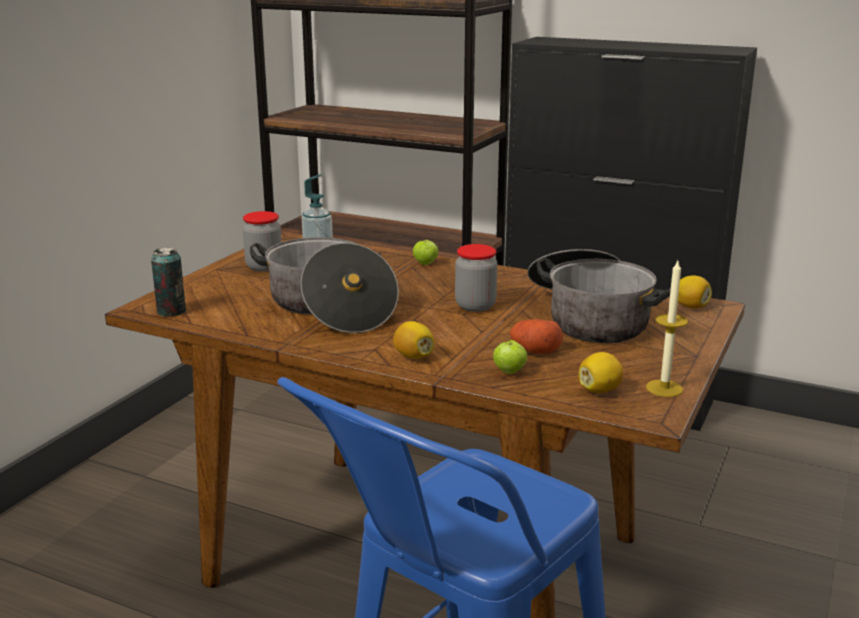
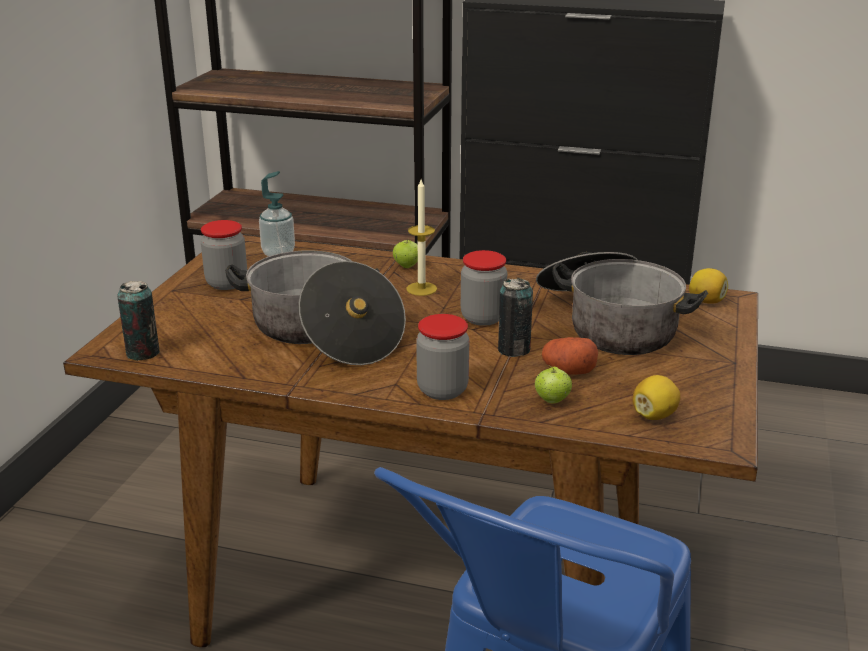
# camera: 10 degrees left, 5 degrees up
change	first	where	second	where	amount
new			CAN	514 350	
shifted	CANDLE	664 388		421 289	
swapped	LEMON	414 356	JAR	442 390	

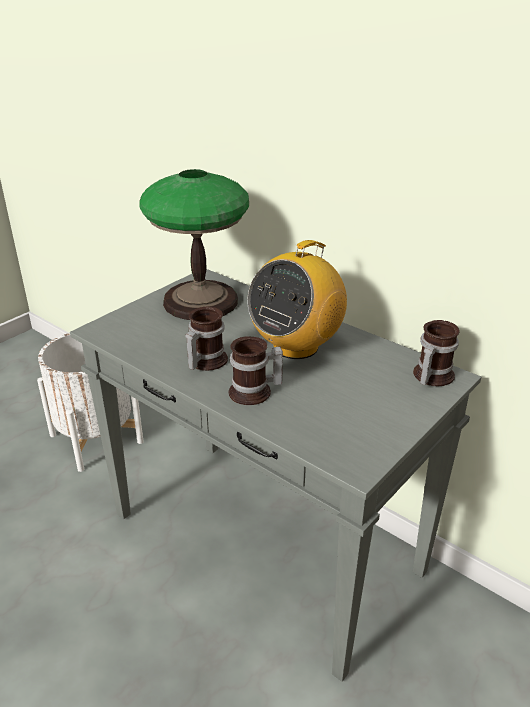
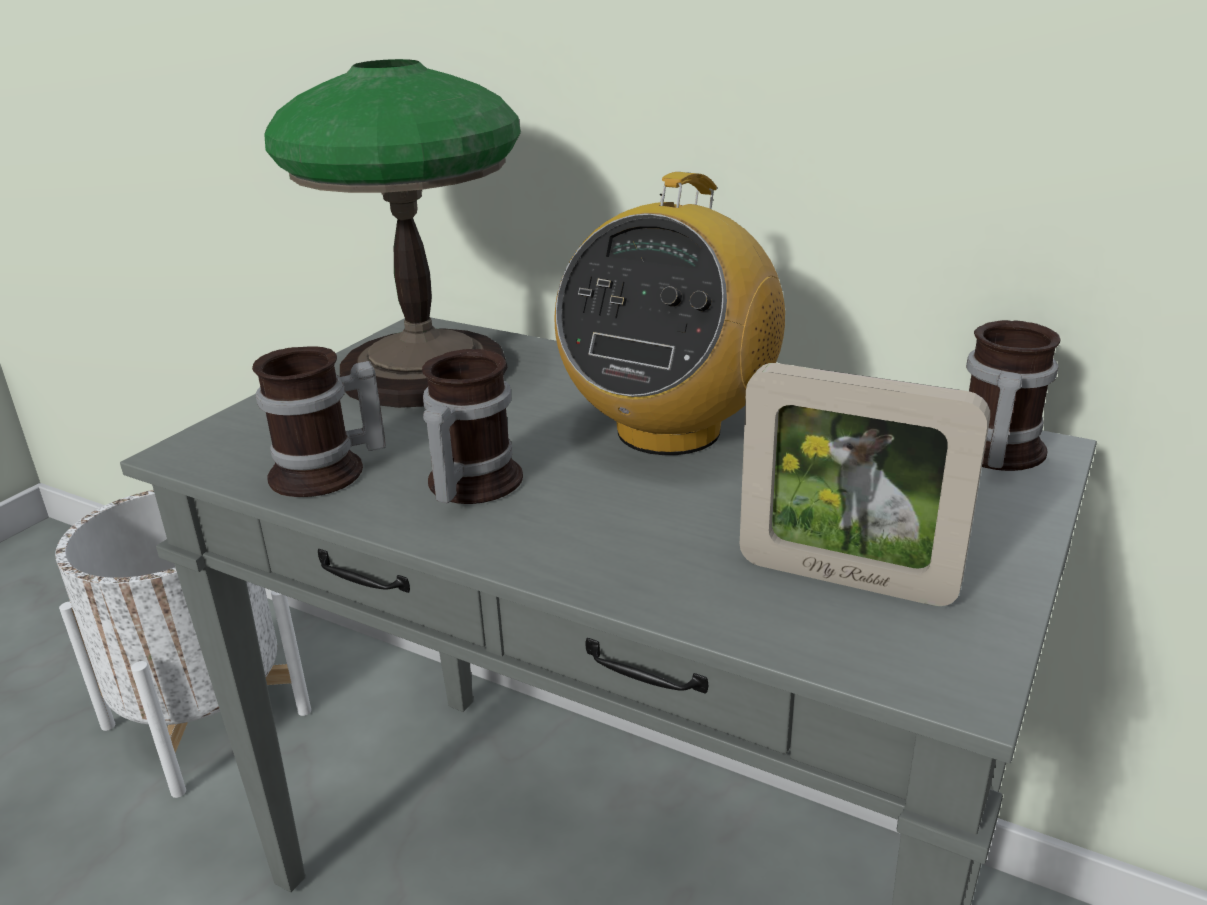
# camera: 10 degrees left, 5 degrees down
change	first	where	second	where	amount
new			PICTURE FRAME	845 578	
shifted	MUG	254 393		327 474	

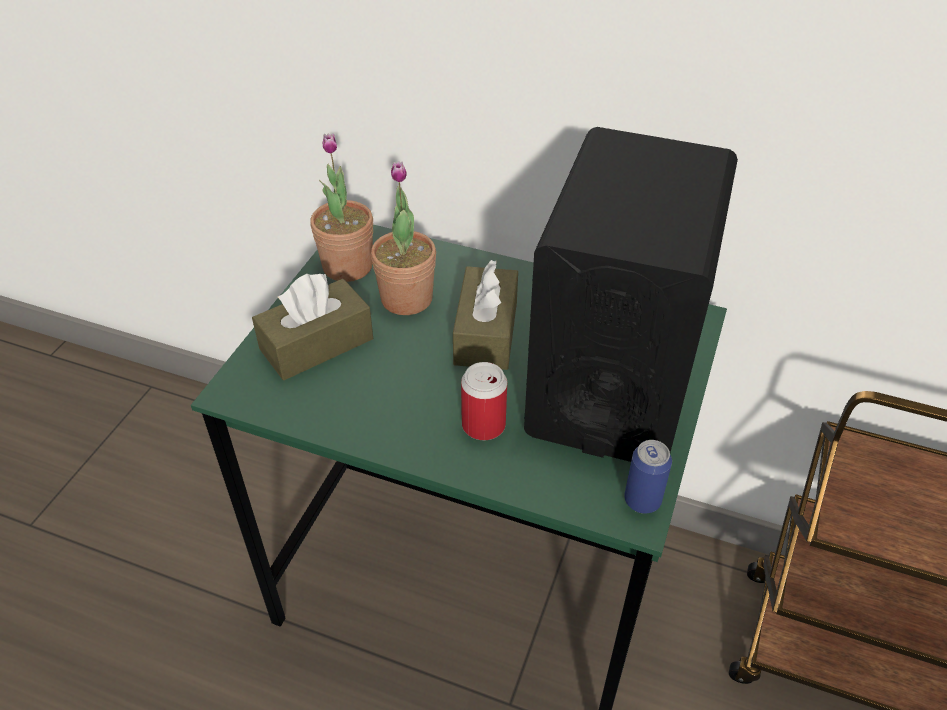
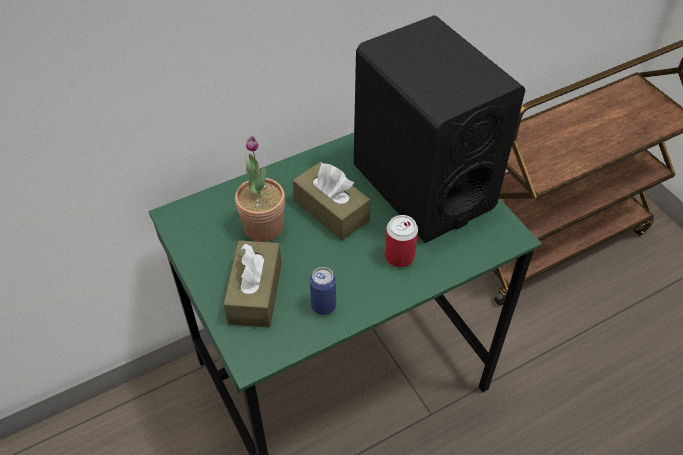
# camera: 50 degrees left, 5 degrees up
change	first	where	second	where	amount
gone	POTTED PLANT	347 266			
shifted	CAN	642 500		323 306	

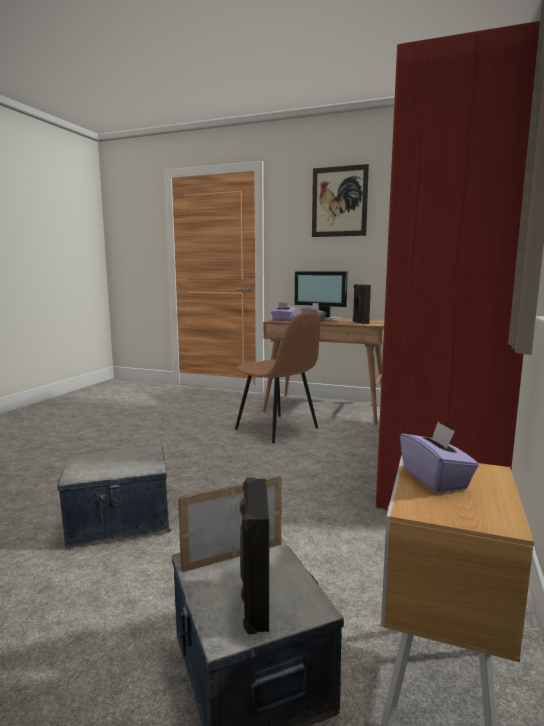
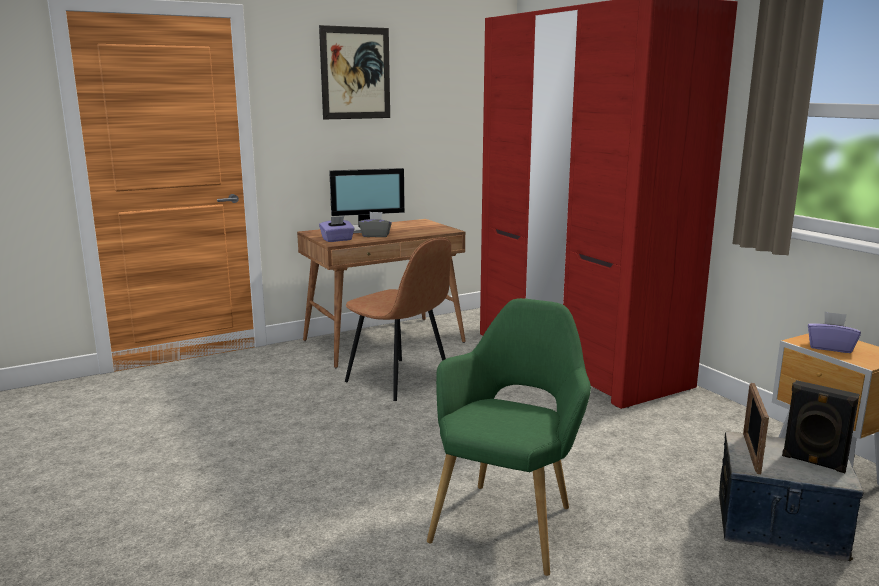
# camera: 50 degrees left, 5 degrees up
change	first	where	second	where	amount
gone	BLACK SPEAKER	360 322			
swapped	STORAGE BOX	119 522	GREEN ARMCHAIR	509 520	
rotated	BROWN CHAIR	278 429		399 380	45 degrees clockwise

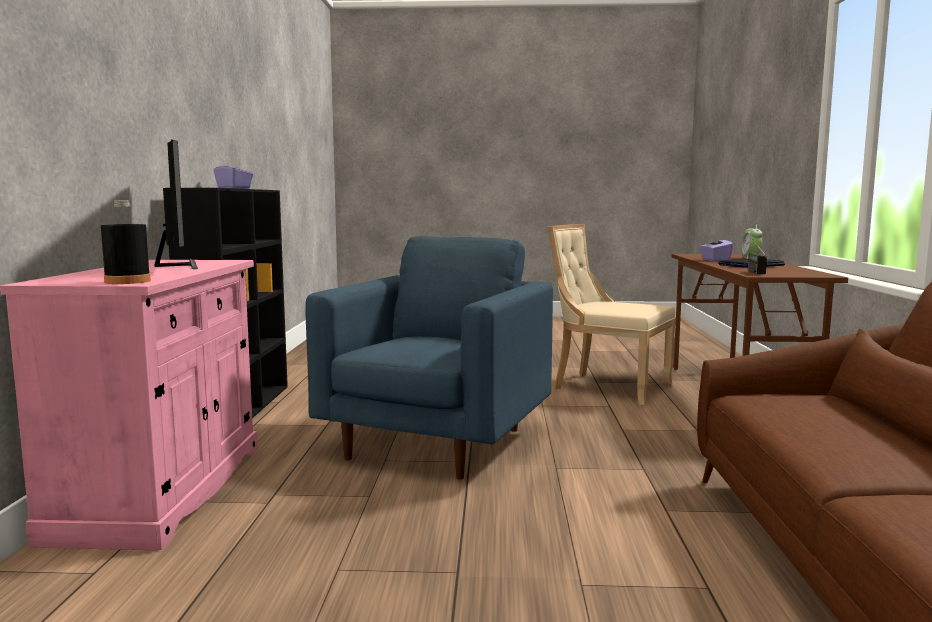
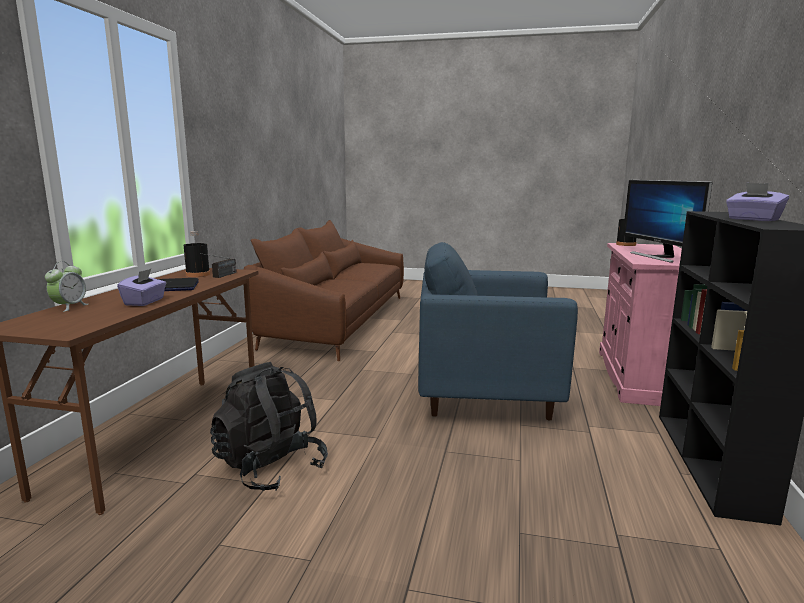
# camera: 170 degrees left, 5 degrees up
change	first	where	second	where	amount
new			BLACK BOTTLE	198 275	
swapped	BEIGE CHAIR	607 387	BLACK BACKPACK	270 468	
rotated	BLUE ARMCHAIR	436 443		486 397	60 degrees clockwise

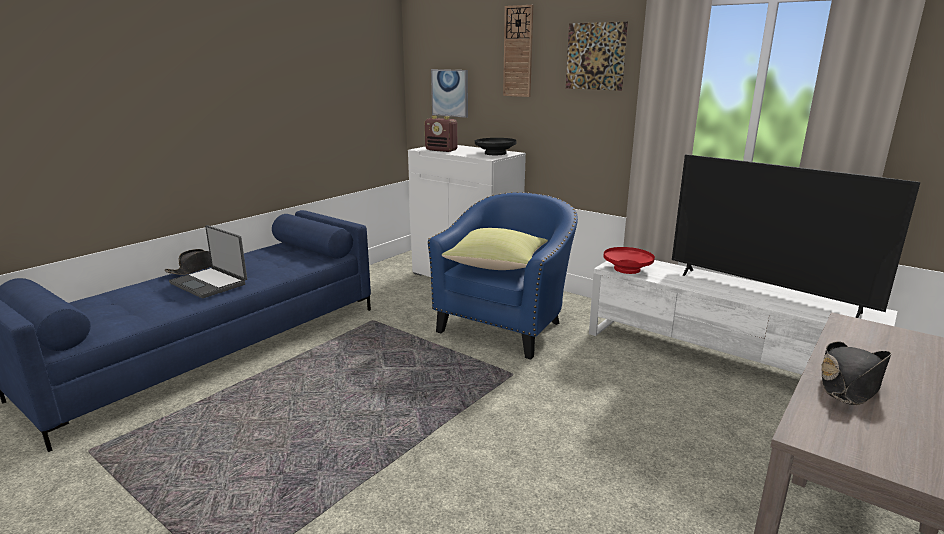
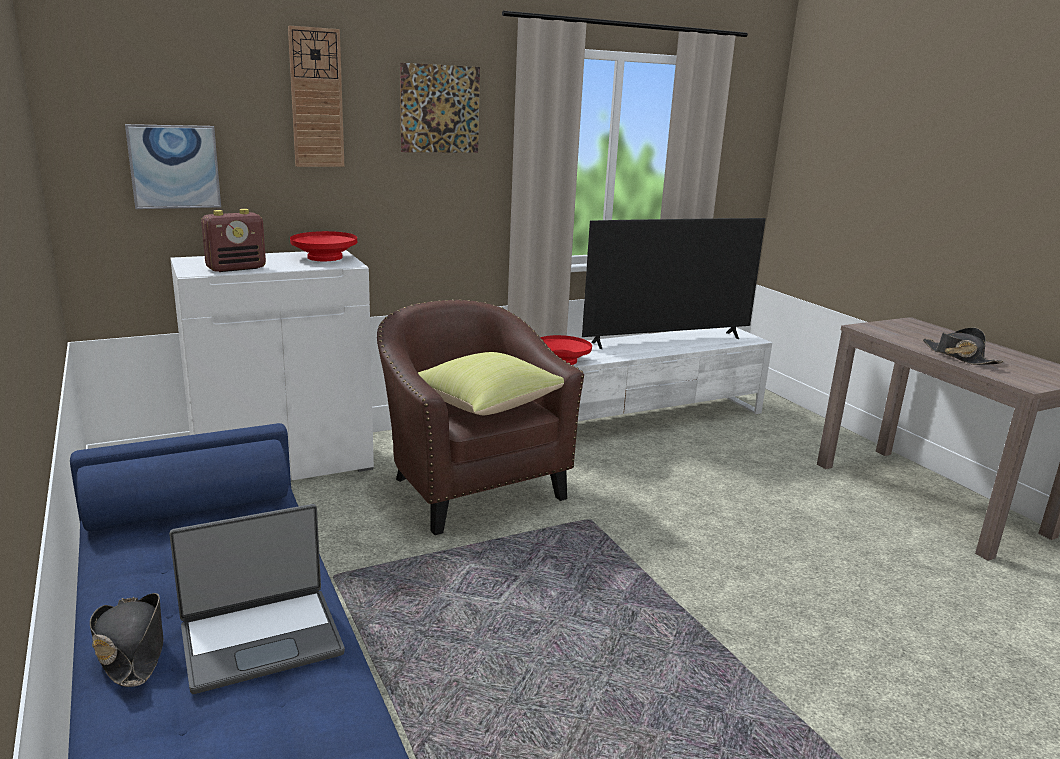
# camera: 65 degrees left, 0 degrees up
change	first	where	second	where	amount
repainted	BLUE ARMCHAIR	506 326	BROWN ARMCHAIR	469 486	
repainted	BLACK BOWL	495 153	RED BOWL	324 258	

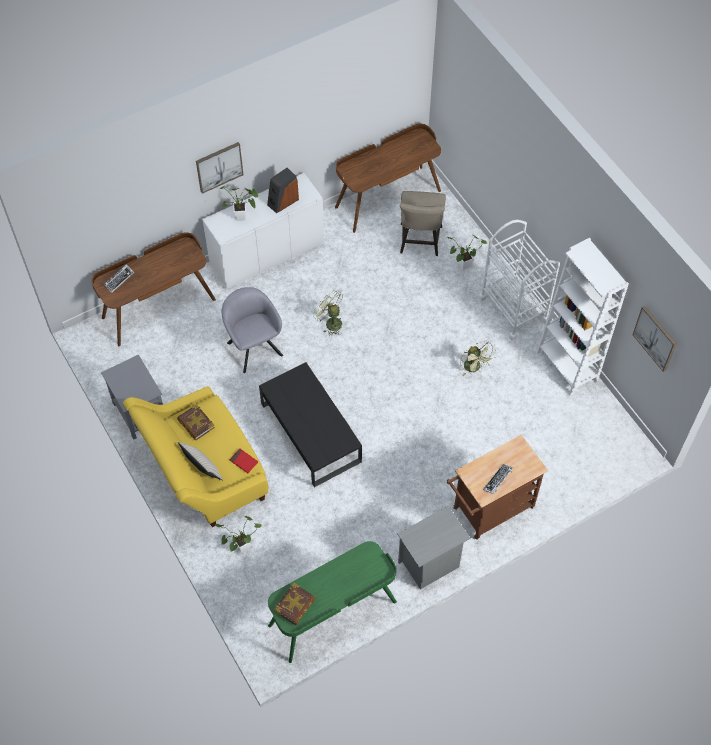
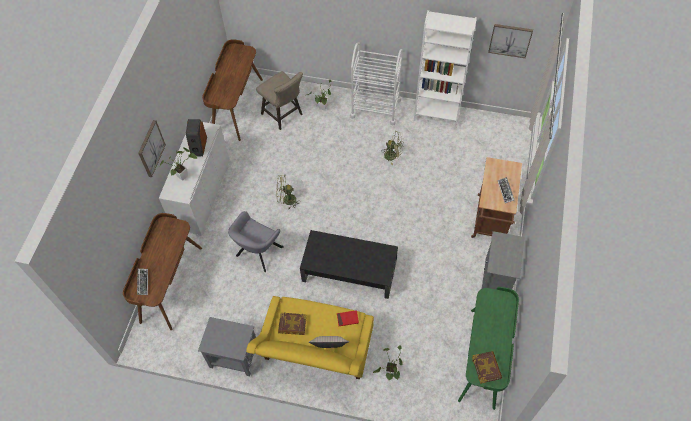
# camera: 45 degrees left, 0 degrees up
change	first	where	second	where	amount
rotated	GREY ARMCHAIR	253 346		257 253	75 degrees counterclockwise

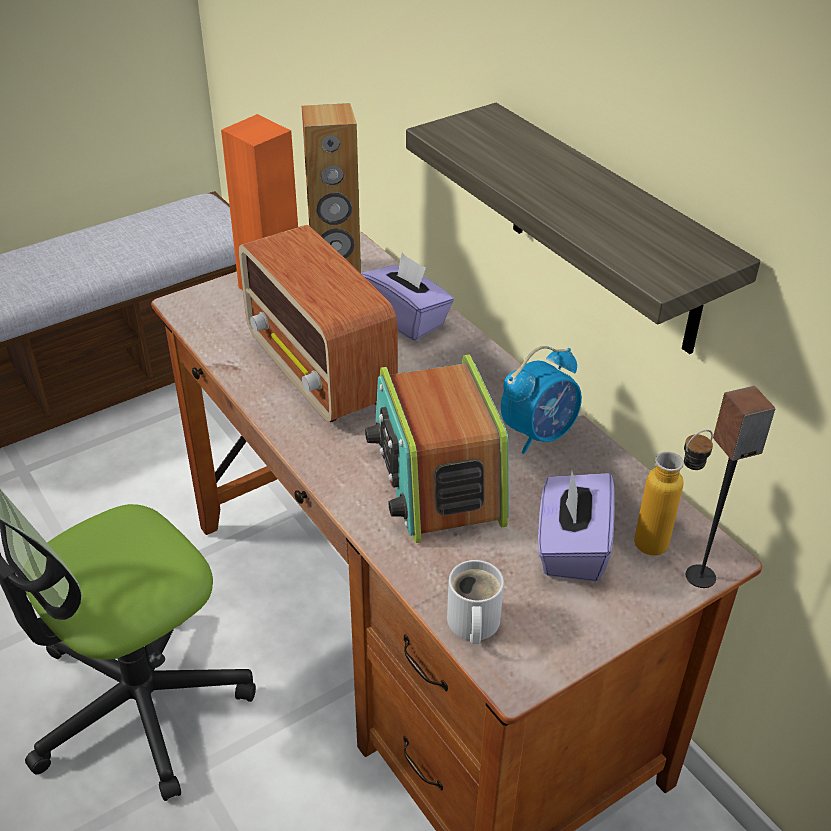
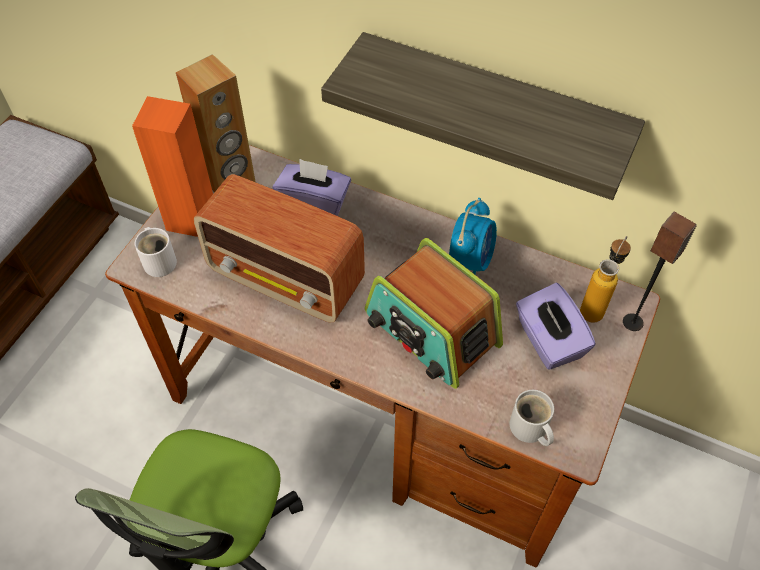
# camera: 30 degrees left, 15 degrees up
change	first	where	second	where	amount
new			WHITE MUG	160 260	

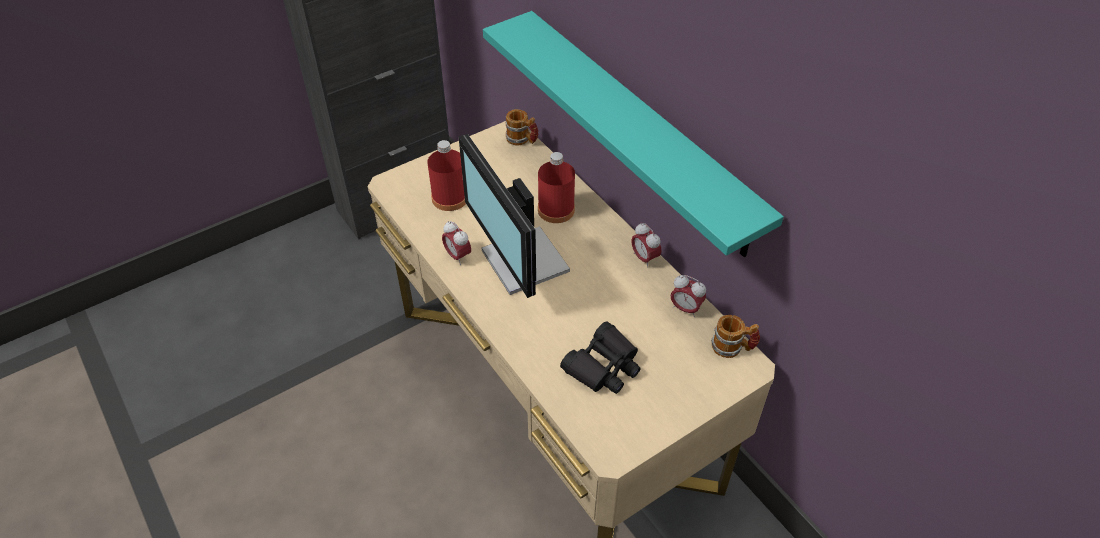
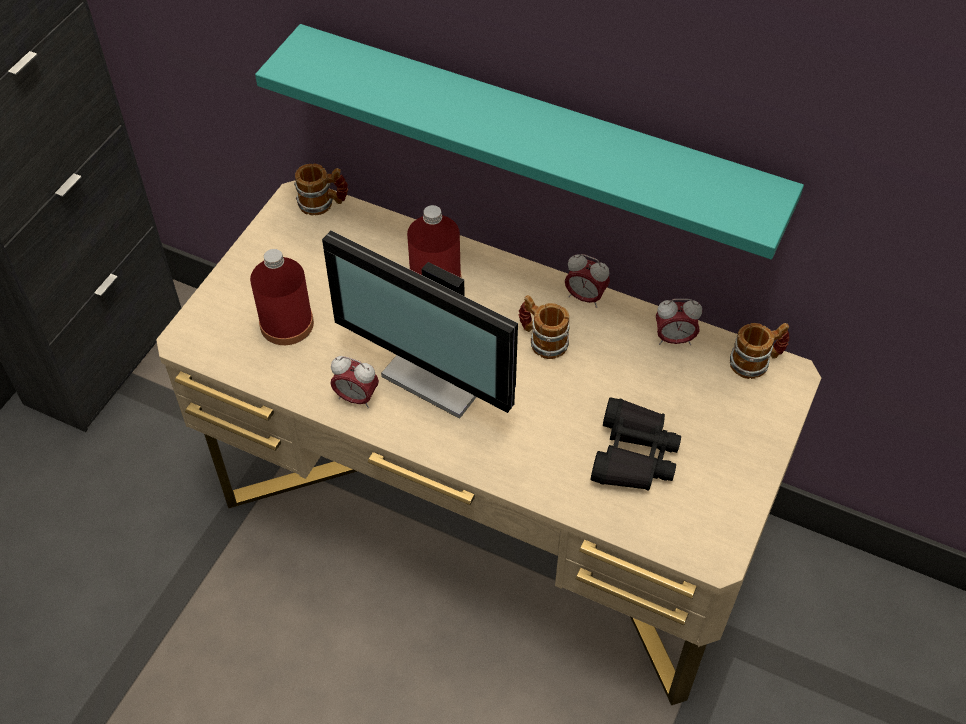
# camera: 30 degrees left, 5 degrees up
change	first	where	second	where	amount
new			MUG	542 340	

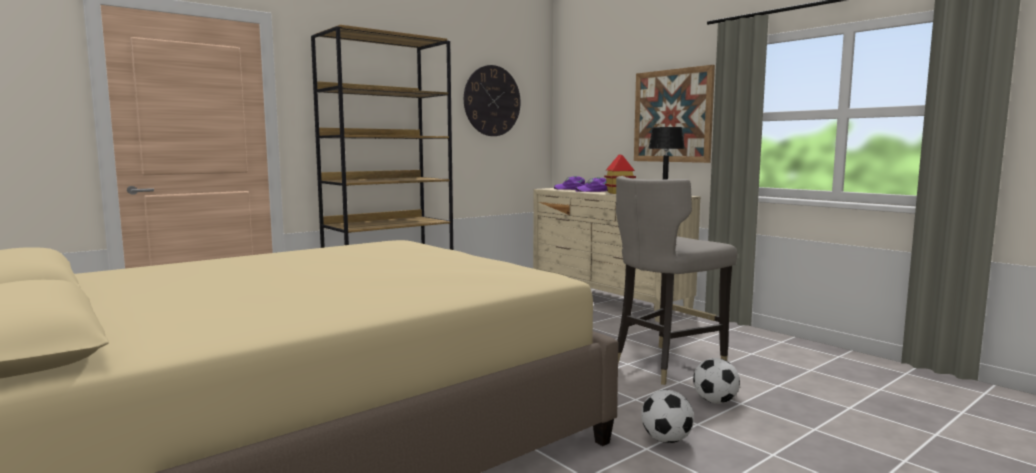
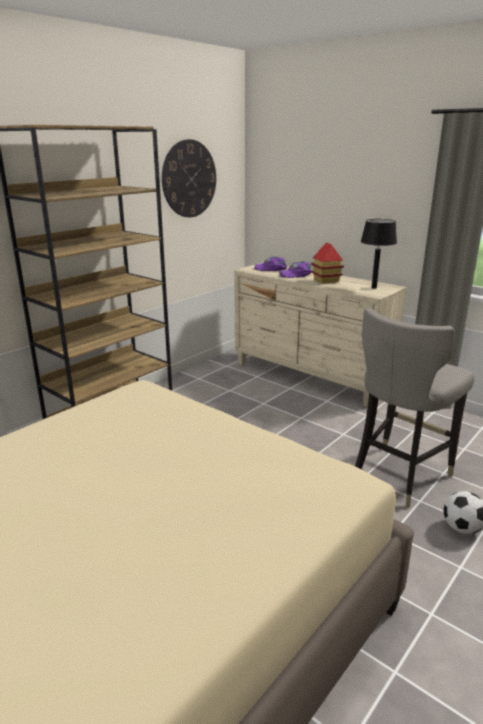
# camera: 10 degrees left, 15 degrees up
change	first	where	second	where	amount
gone	PICTURE	672 116			
gone	FOOTBALL	666 440			

